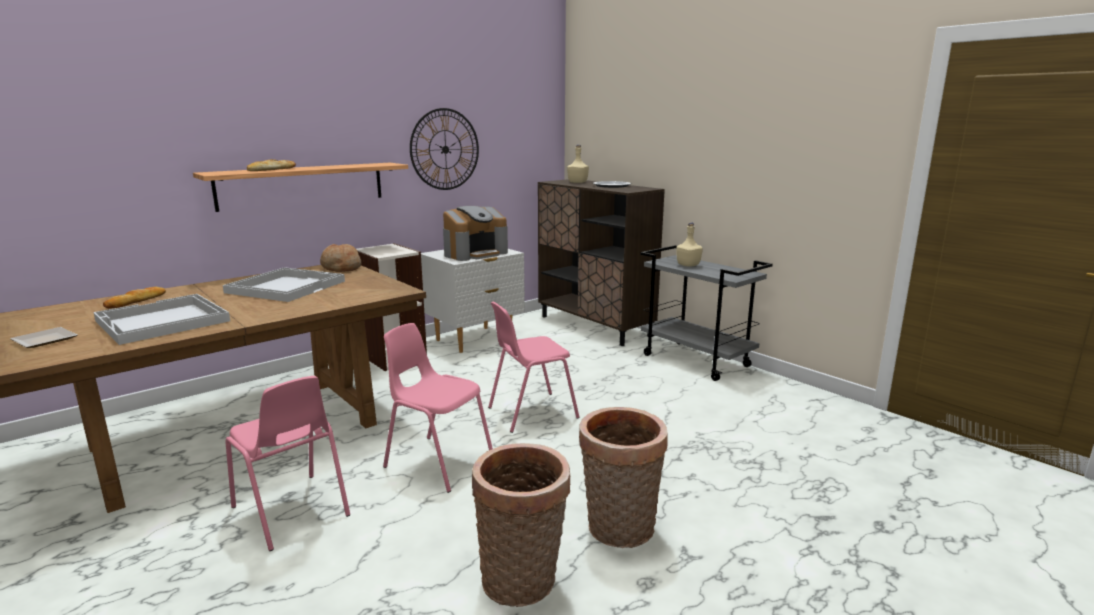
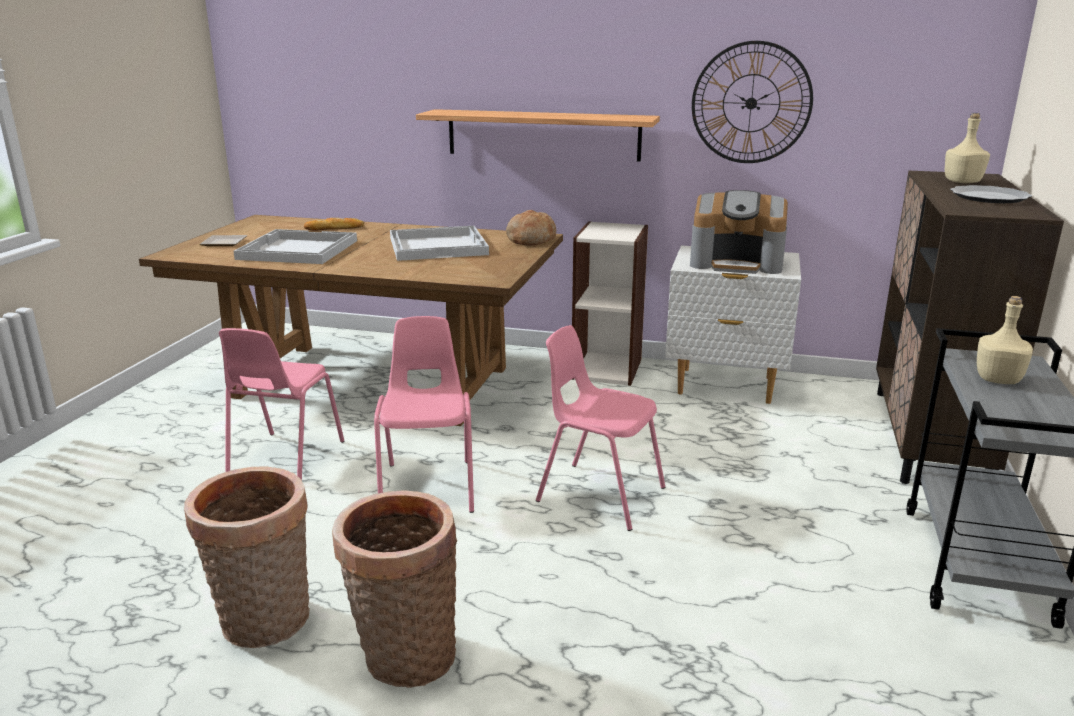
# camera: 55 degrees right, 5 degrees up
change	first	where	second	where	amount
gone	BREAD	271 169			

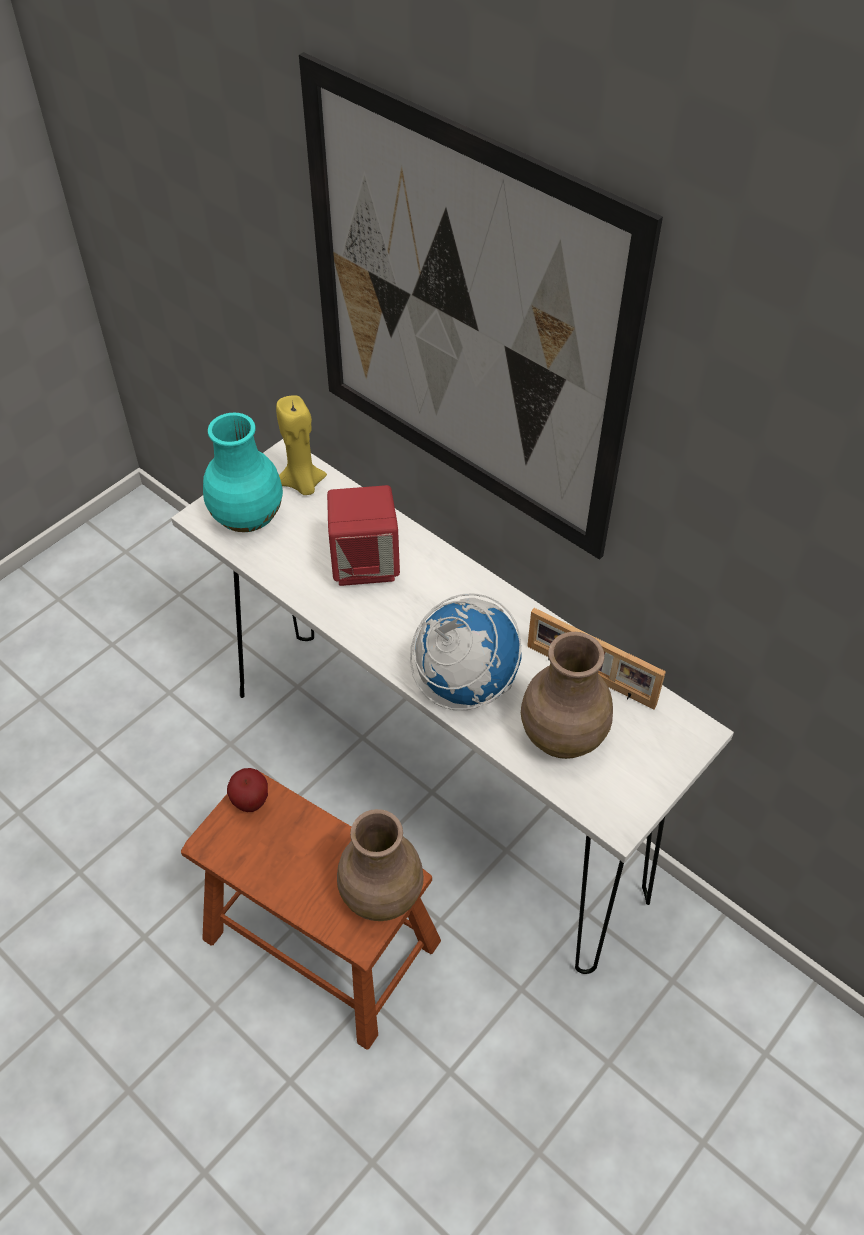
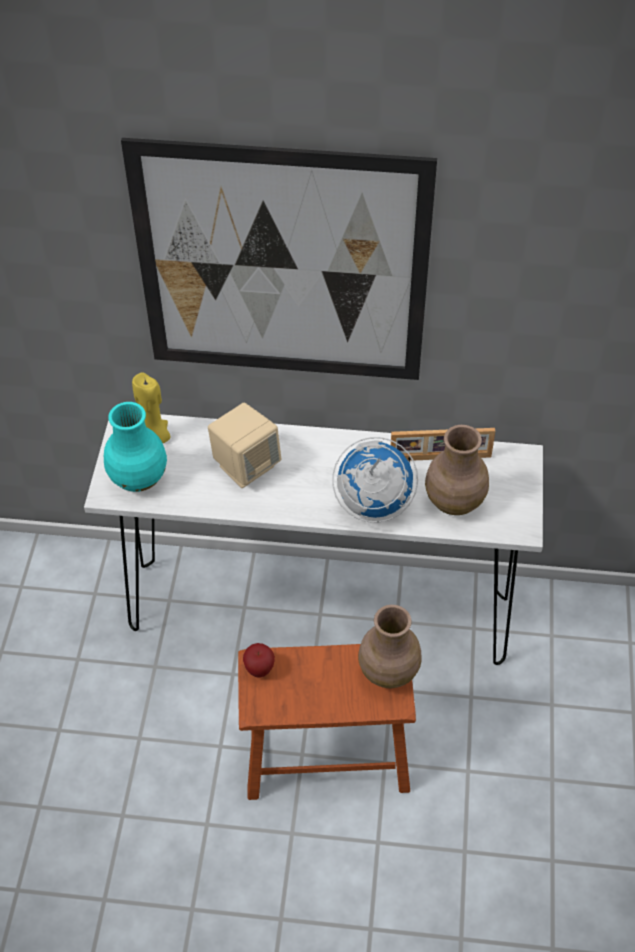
# camera: 35 degrees left, 0 degrees up
change	first	where	second	where	amount
repainted	RED SPEAKER	365 564	BEIGE SPEAKER	246 466	

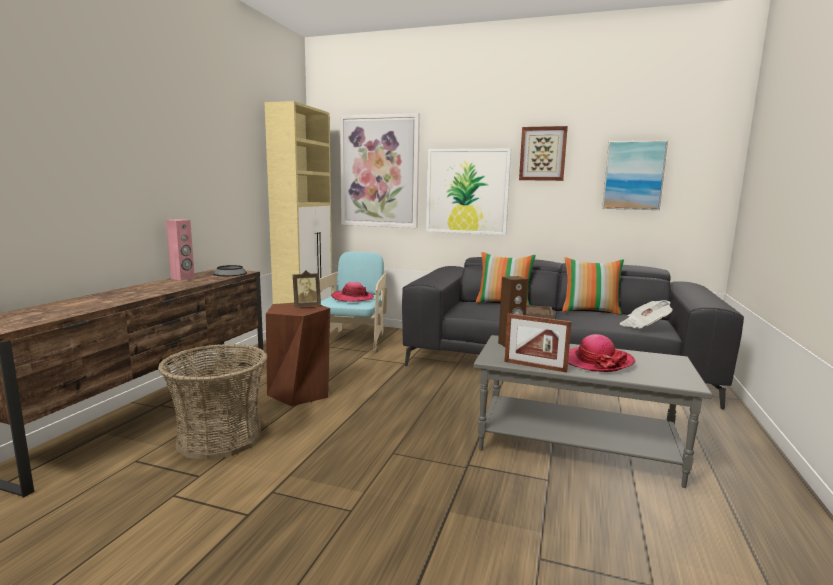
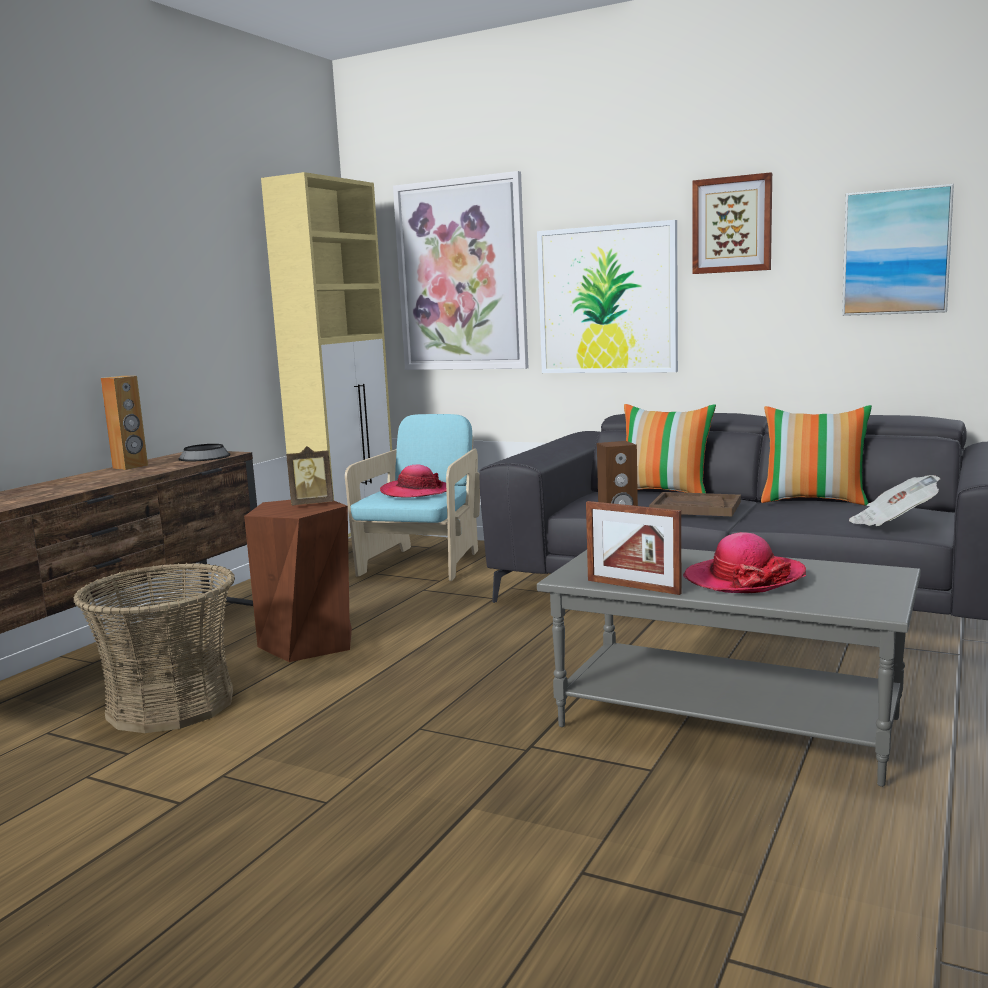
# camera: 10 degrees right, 0 degrees up
change	first	where	second	where	amount
repainted	PINK SPEAKER	183 278	BROWN SPEAKER	130 467	

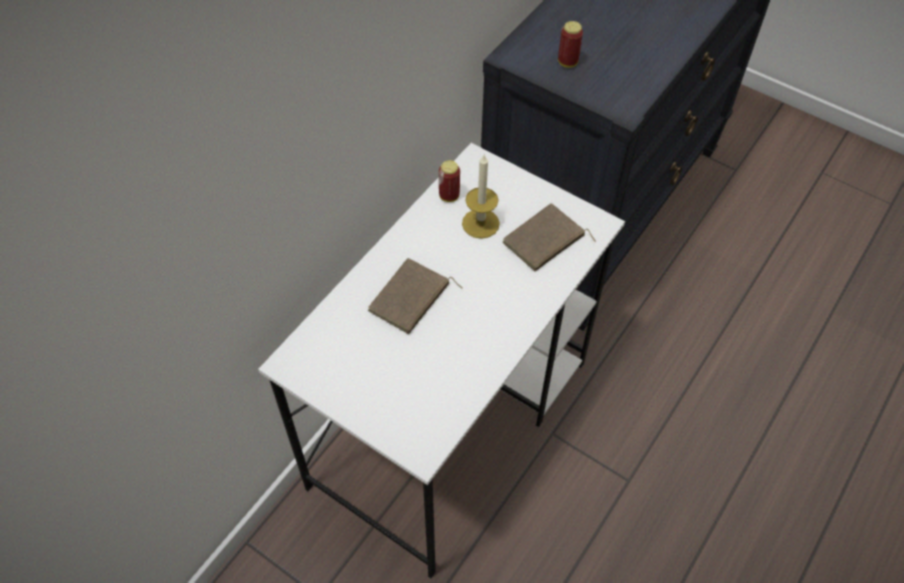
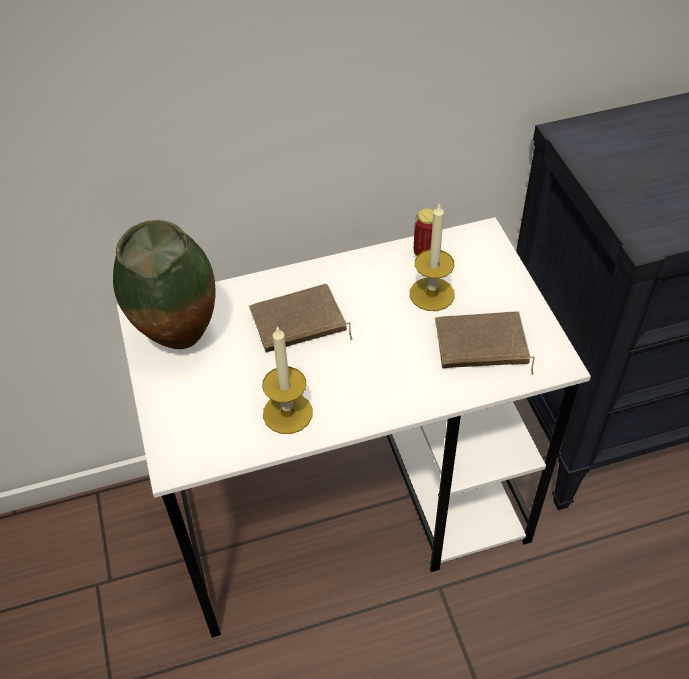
# camera: 40 degrees right, 5 degrees down
change	first	where	second	where	amount
gone	CAN	567 62			
new			VASE	181 344	
new			CANDLE	287 413	

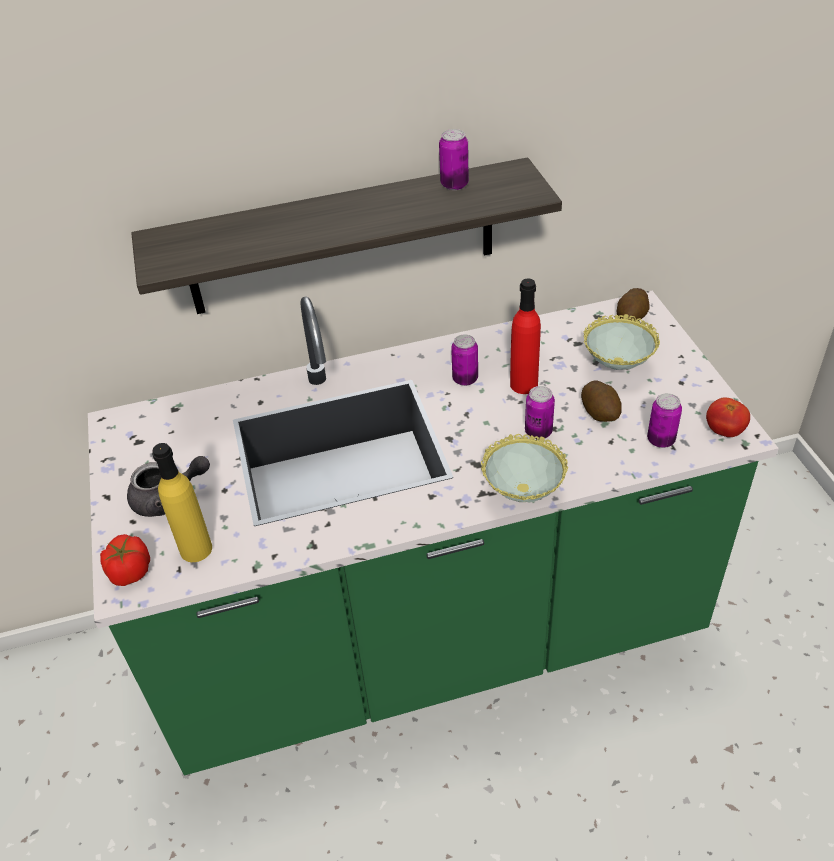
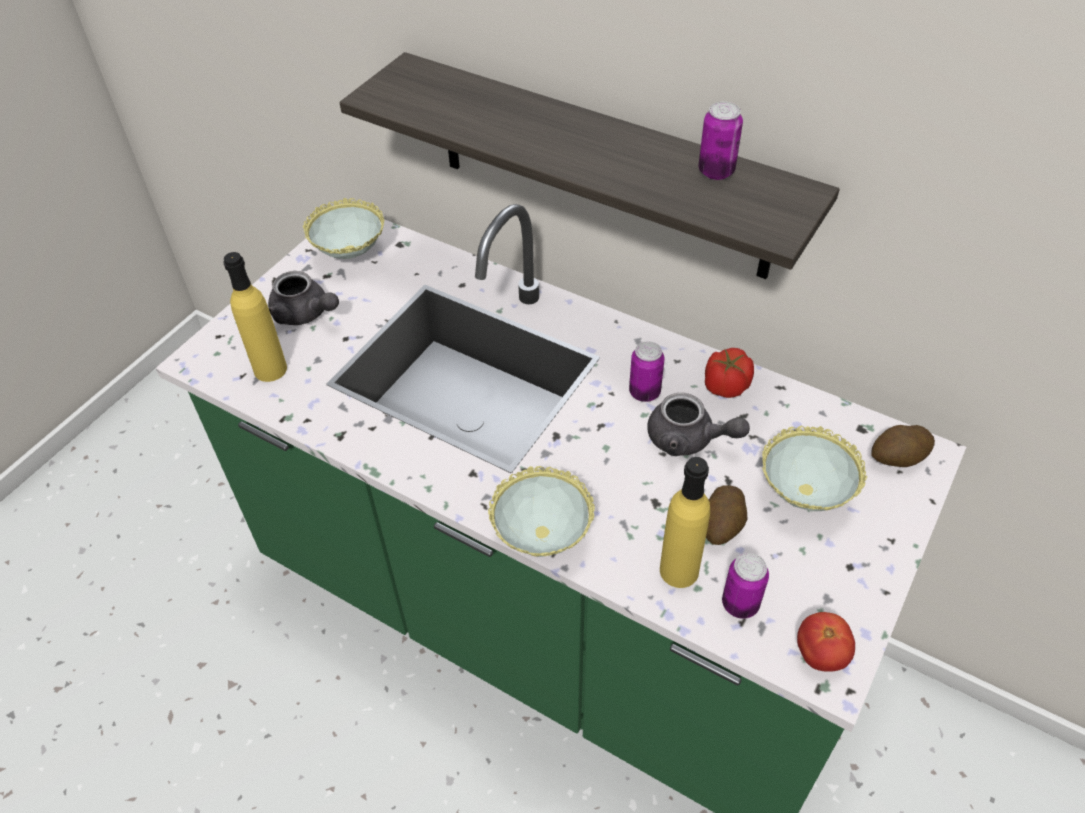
# camera: 45 degrees right, 5 degrees up
change	first	where	second	where	amount
gone	CAN	538 432			
new			BOWL	351 257	
new			YELLOW BOTTLE	679 570	
shifted	TOMATO	130 572		725 386	
swapped	RED BOTTLE	523 384	GREY TEAPOT	689 440	

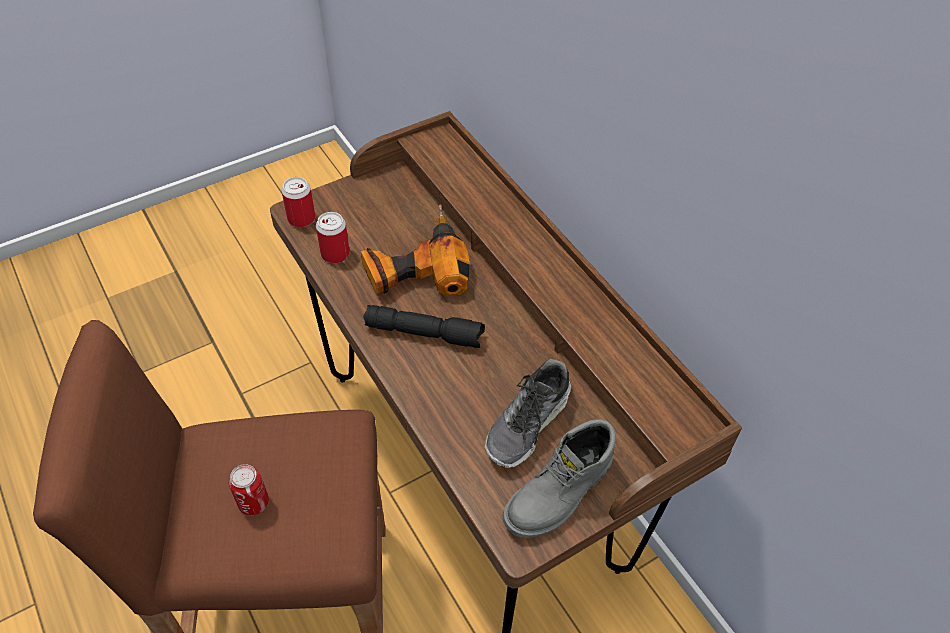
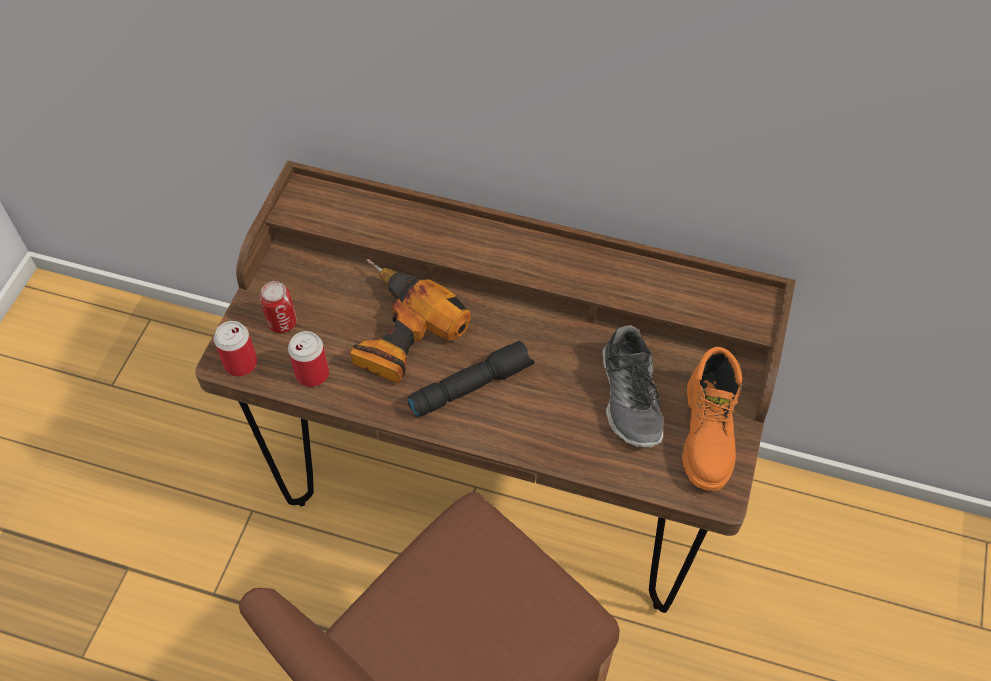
# camera: 40 degrees left, 5 degrees up
change	first	where	second	where	amount
shifted	CAN	253 502		282 322	
repainted	GREY BOOT	559 494	ORANGE BOOT	708 434	

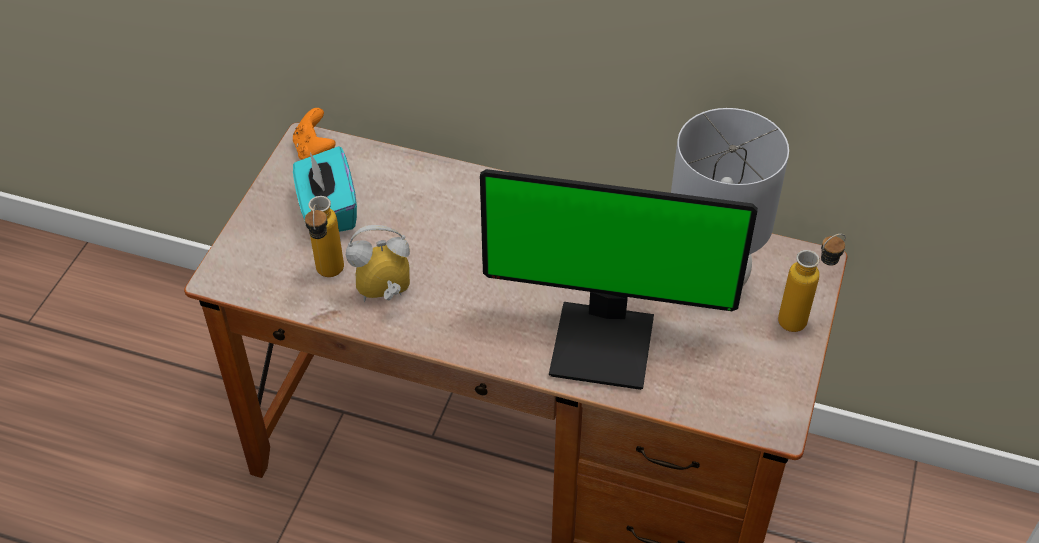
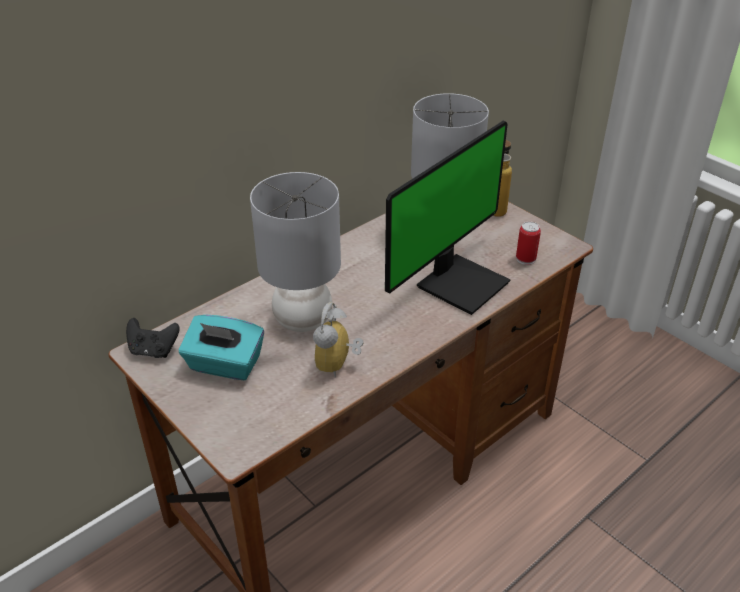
# camera: 60 degrees left, 10 degrees down
change	first	where	second	where	amount
gone	BOTTLE	329 277			
new			GREY TABLE LAMP	303 319	
new			CAN	525 259	
repainted	ORANGE GAME CONTROLLER	314 150	BLACK GAME CONTROLLER	153 350	

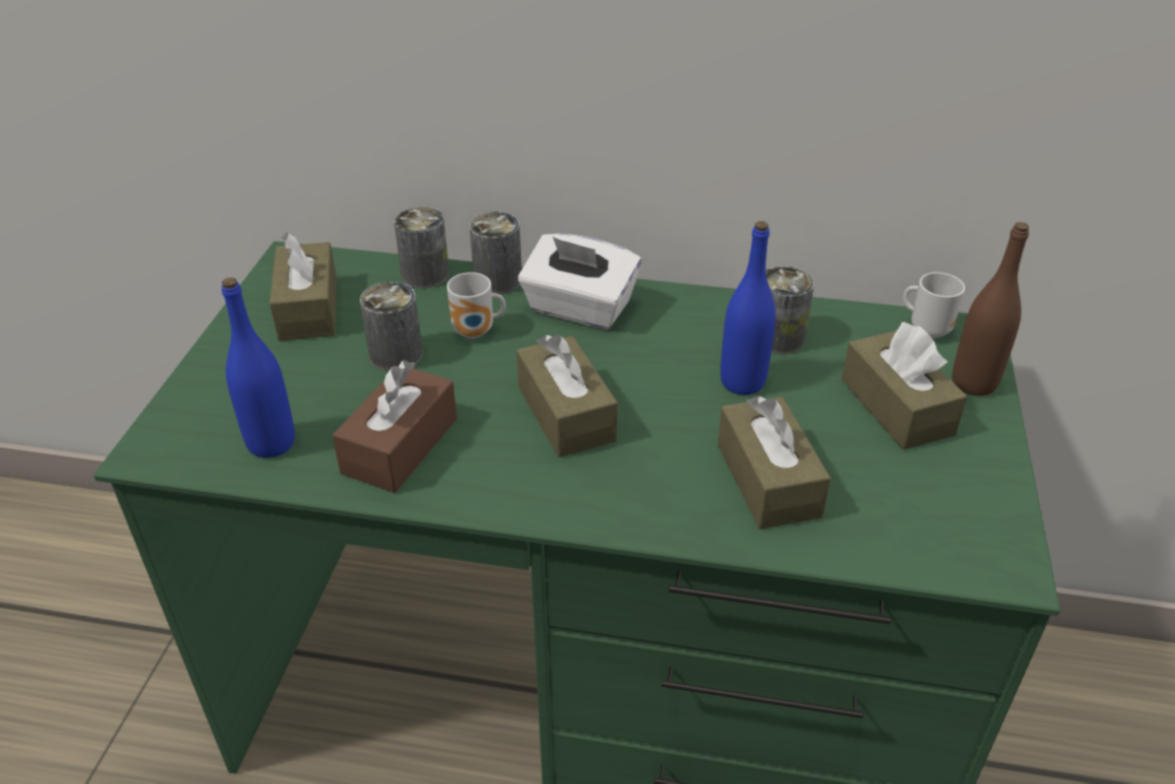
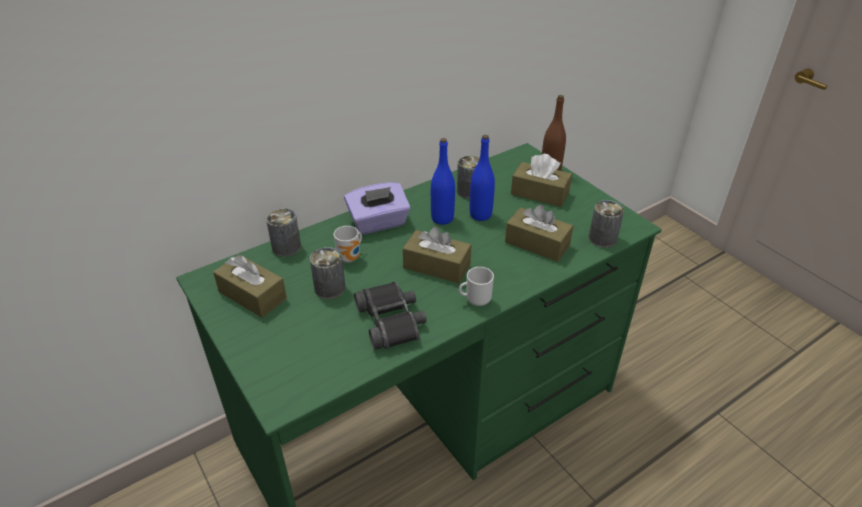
# camera: 45 degrees left, 0 degrees up
change	first	where	second	where	amount
shifted	BLUE BOTTLE	271 443		442 218	
shifted	CAN	498 280		602 238	
shifted	MUG	927 329		476 300	
swapped	BROWN TISSUE BOX	400 446	BLACK BINOCULARS	391 321	
repainted	WHITE TISSUE BOX	579 308	PURPLE TISSUE BOX	378 223	

